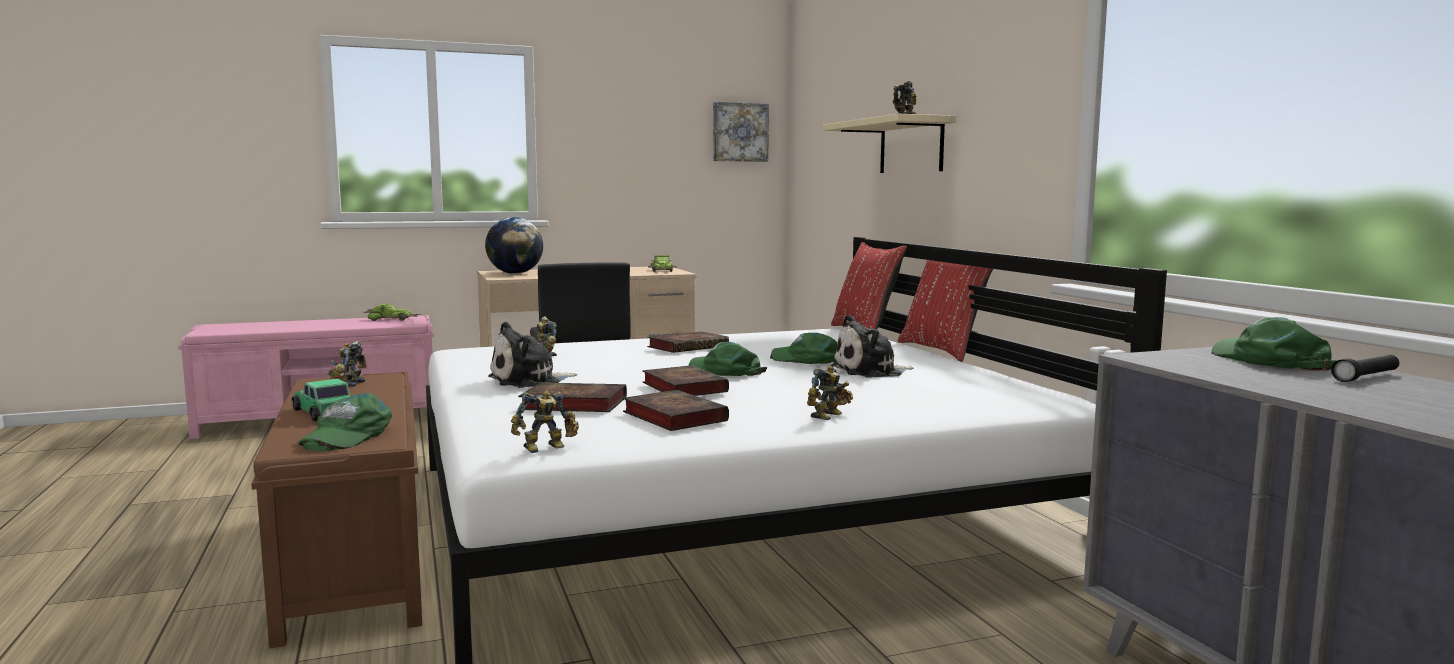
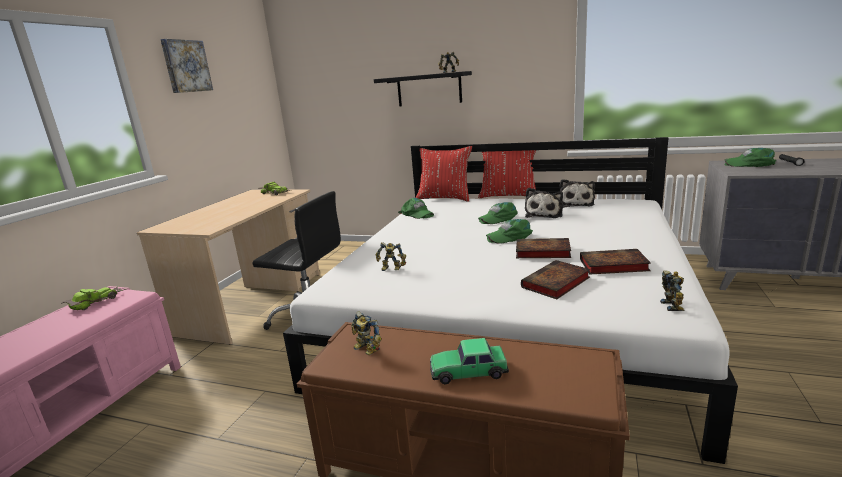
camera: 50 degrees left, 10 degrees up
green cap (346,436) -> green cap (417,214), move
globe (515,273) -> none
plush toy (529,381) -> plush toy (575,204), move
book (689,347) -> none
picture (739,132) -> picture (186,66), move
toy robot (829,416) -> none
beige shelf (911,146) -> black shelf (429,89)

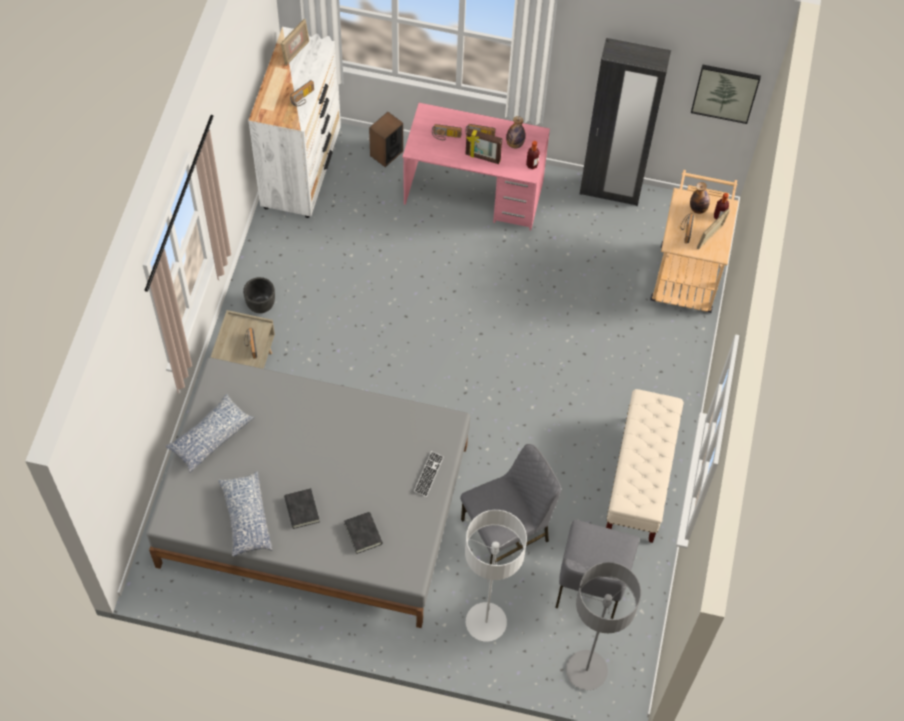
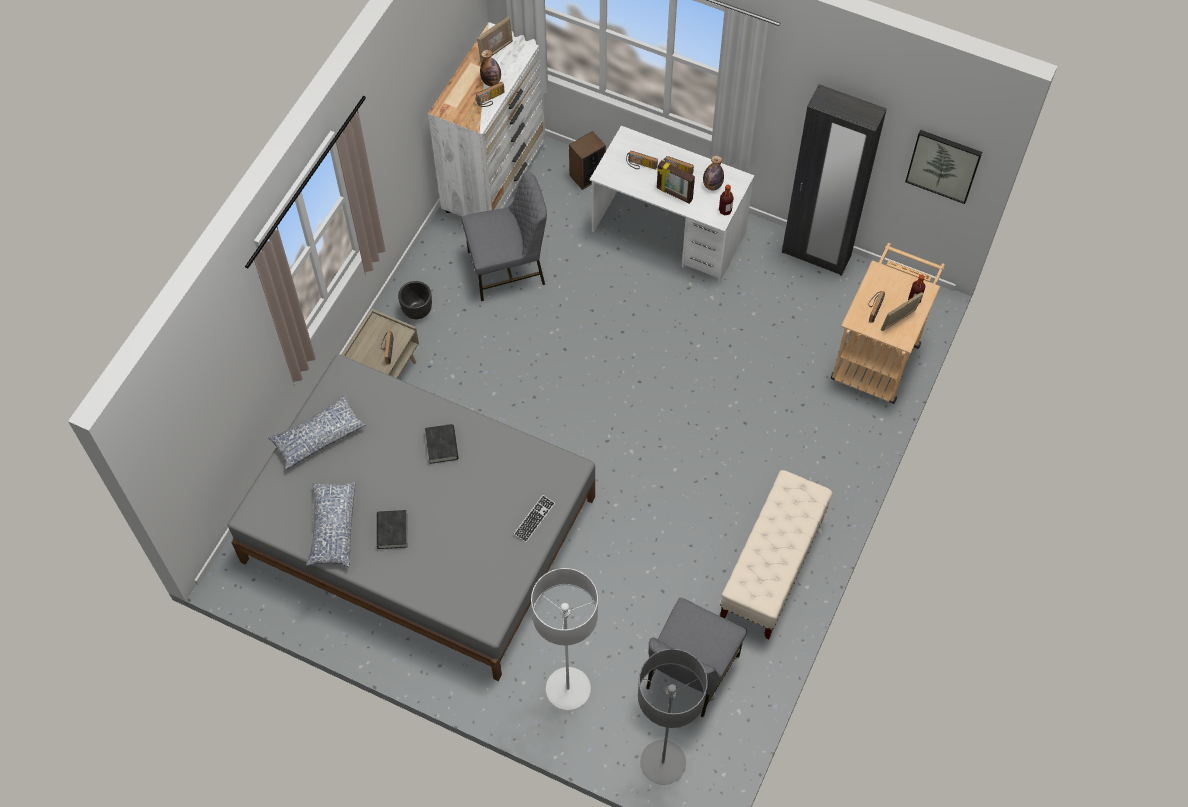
camera: 15 degrees right, 0 degrees up
black book (363,534) -> black book (442,445), move
pink desk (473,193) -> white desk (668,233)
grey chair (507,531) -> grey chair (508,269), move
bottle (698,208) -> bottle (491,81), move

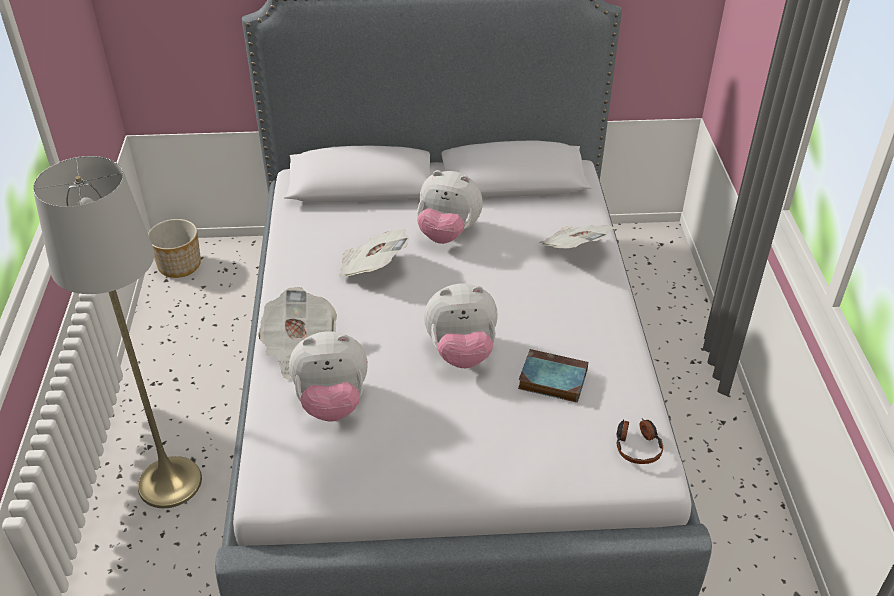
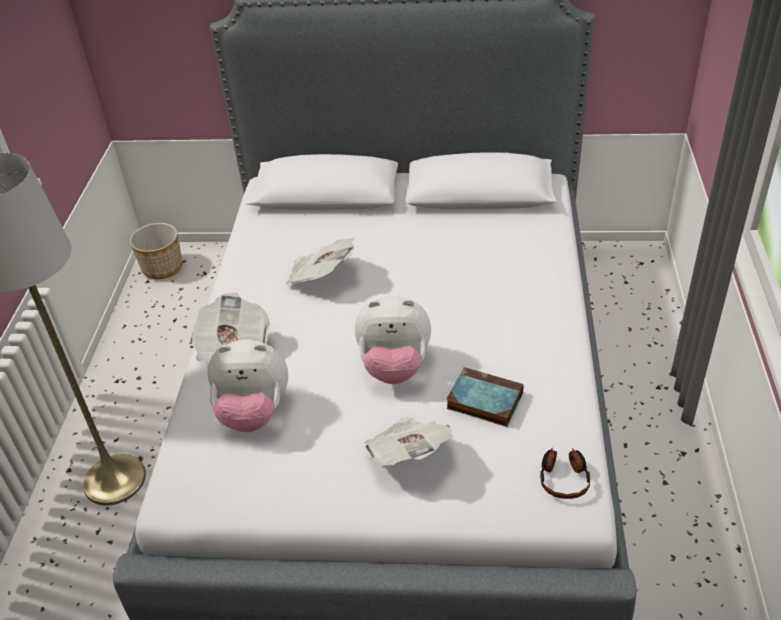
camera: 10 degrees right, 0 degrees up
plush toy (448,234) -> none
newspaper (574,250) -> newspaper (408,455), move

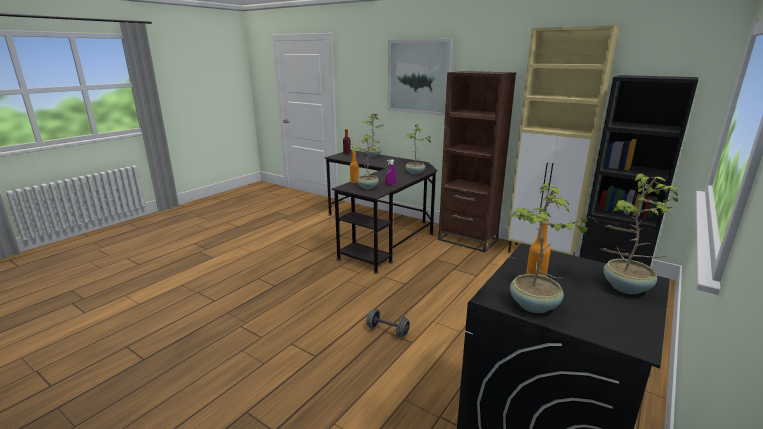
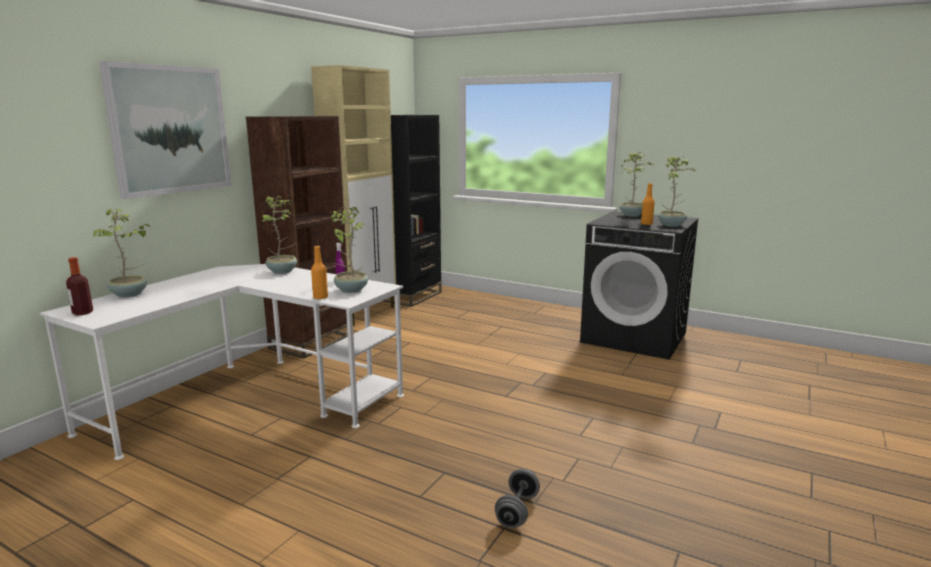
camera: 95 degrees left, 5 degrees down
black desk (381,231) -> white desk (249,398)
grey dumbbell (387,331) -> grey dumbbell (517,511), move

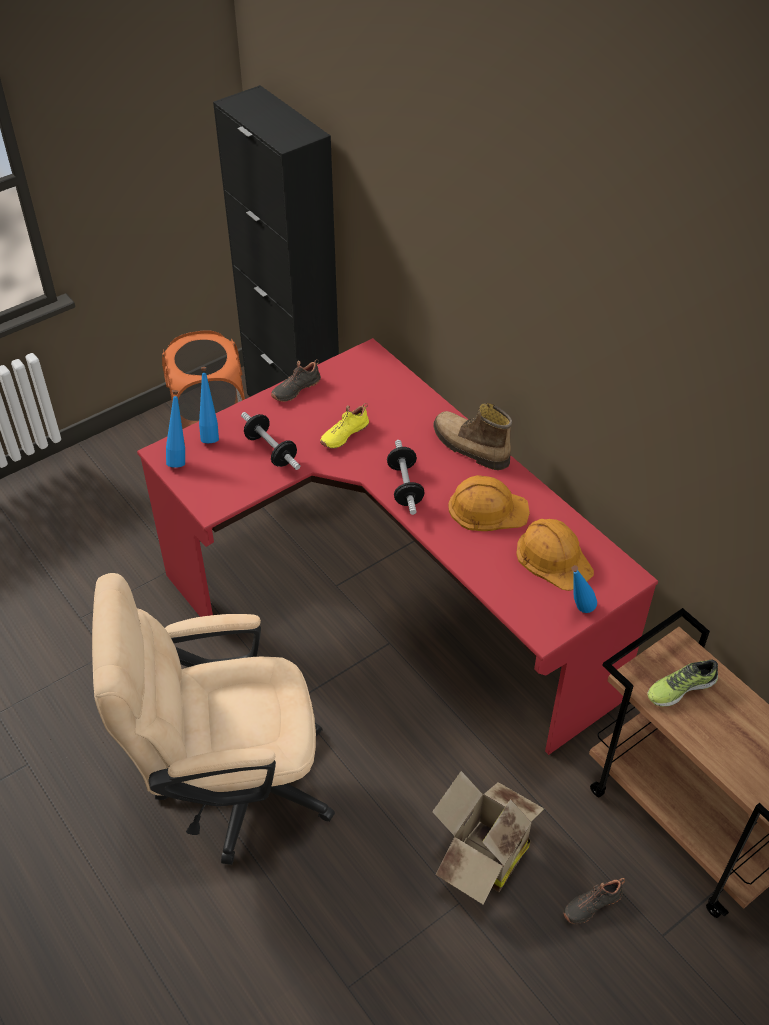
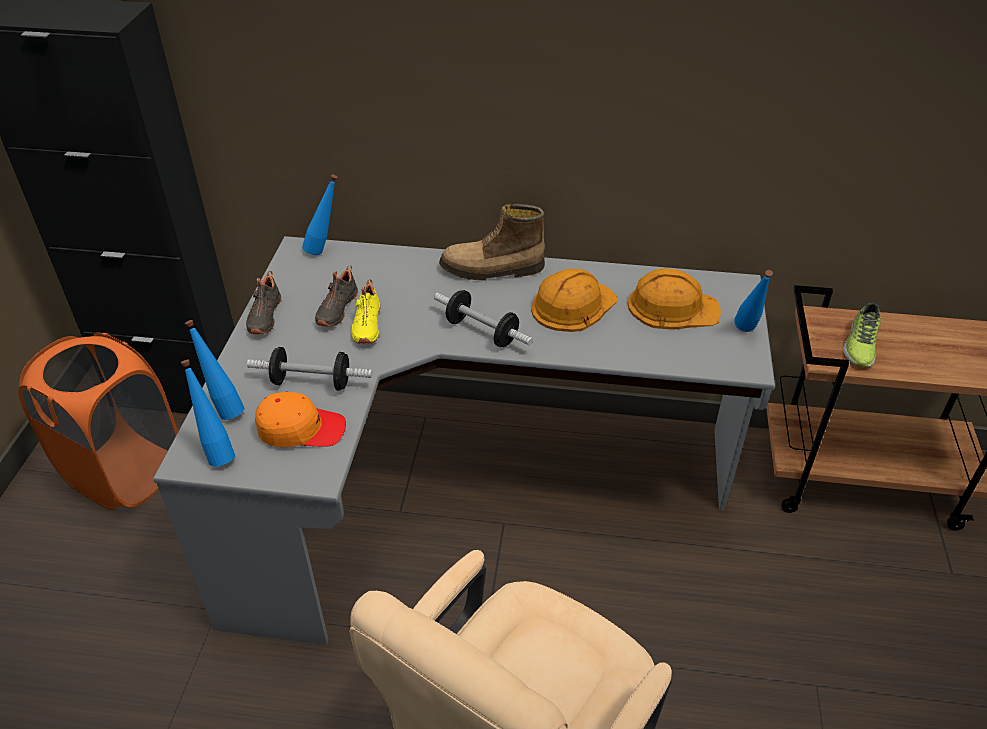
camera: 45 degrees left, 5 degrees down
red desk (393,599) -> grey desk (462,485)
cardboard box (482,856) -> none
black shoe (591,903) -> black shoe (336,309), move
none -> orange cap (301,429)
none -> blue bottle (325,250)

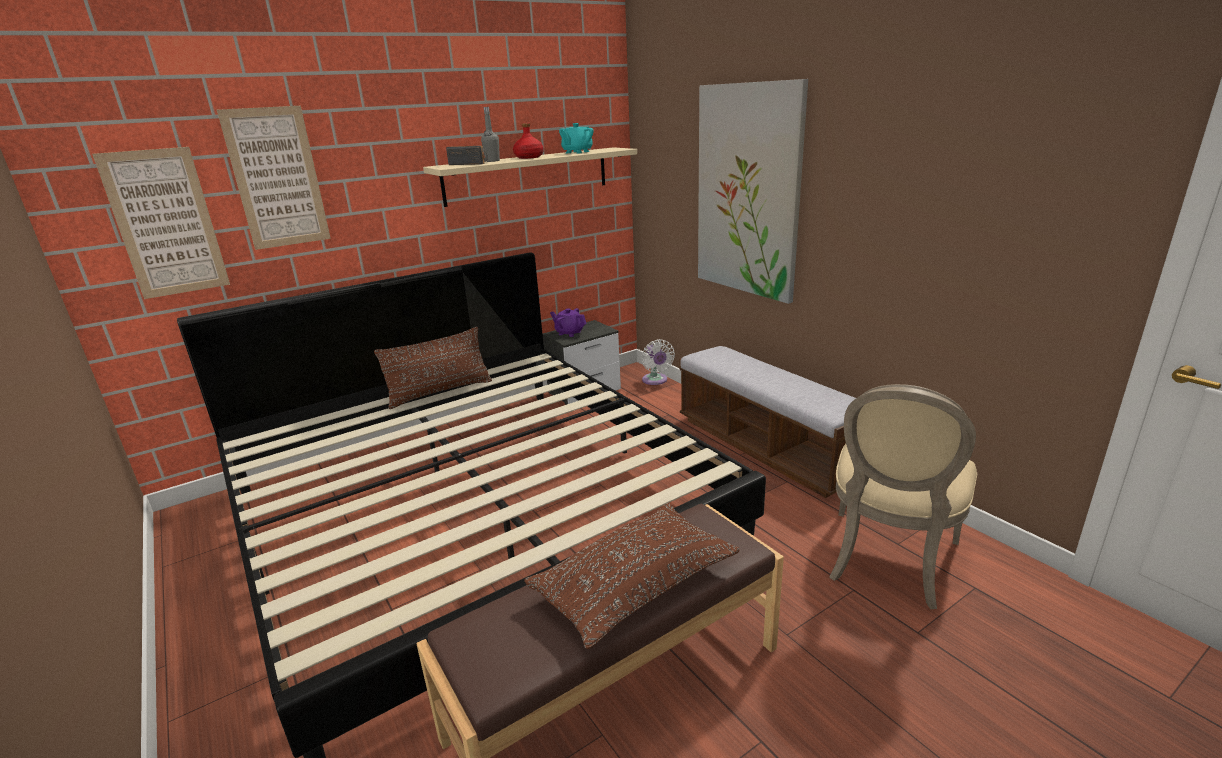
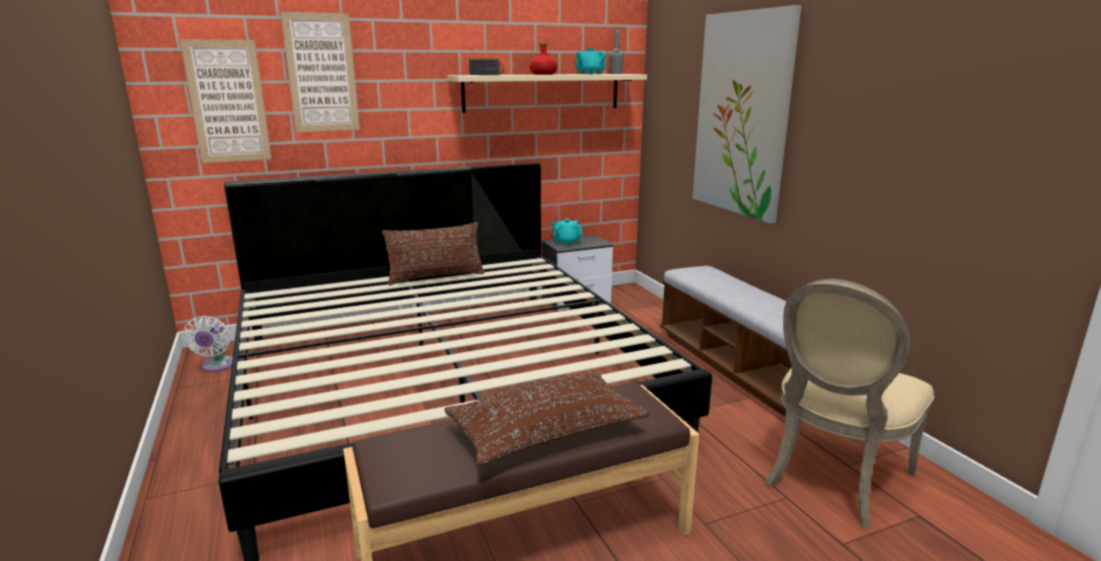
camera: 10 degrees right, 5 degrees down
grey bottle (492,161) -> grey bottle (616,73), move
purple teapot (569,333) -> turquoise teapot (566,242)
white fan (655,381) -> white fan (217,366), move

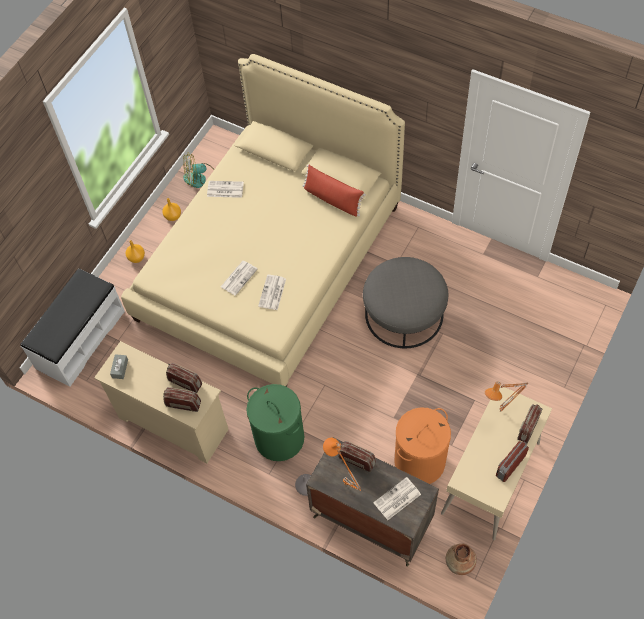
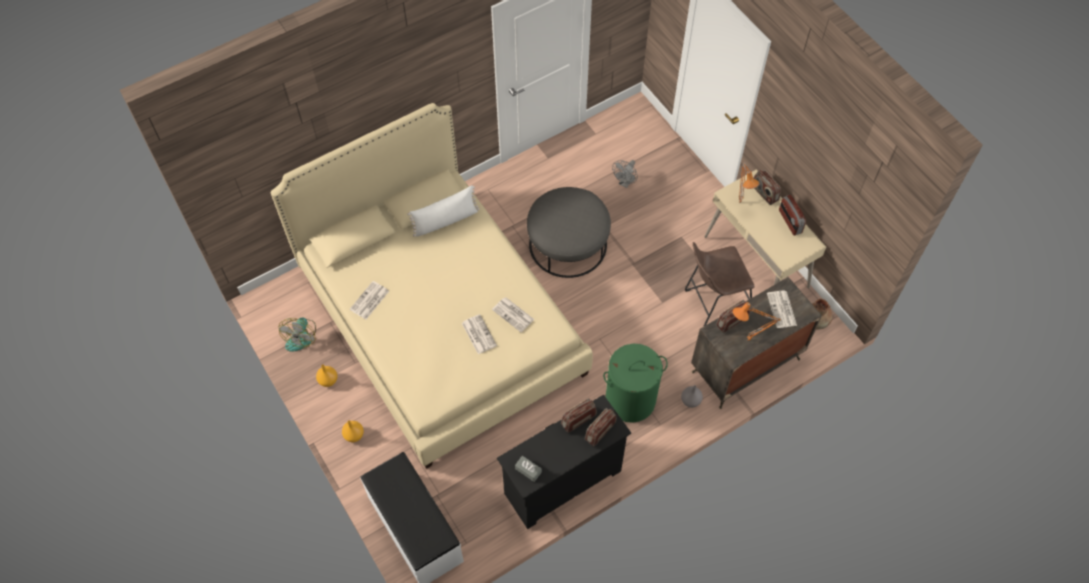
camera: 65 degrees left, 0 degrees up
beige dresser (173,423) -> black dresser (562,482)
red pillow (332,199) -> white pillow (445,220)
orange laundry basket (419,461) -> brown stool (713,304)
none -> grey fan (625,183)

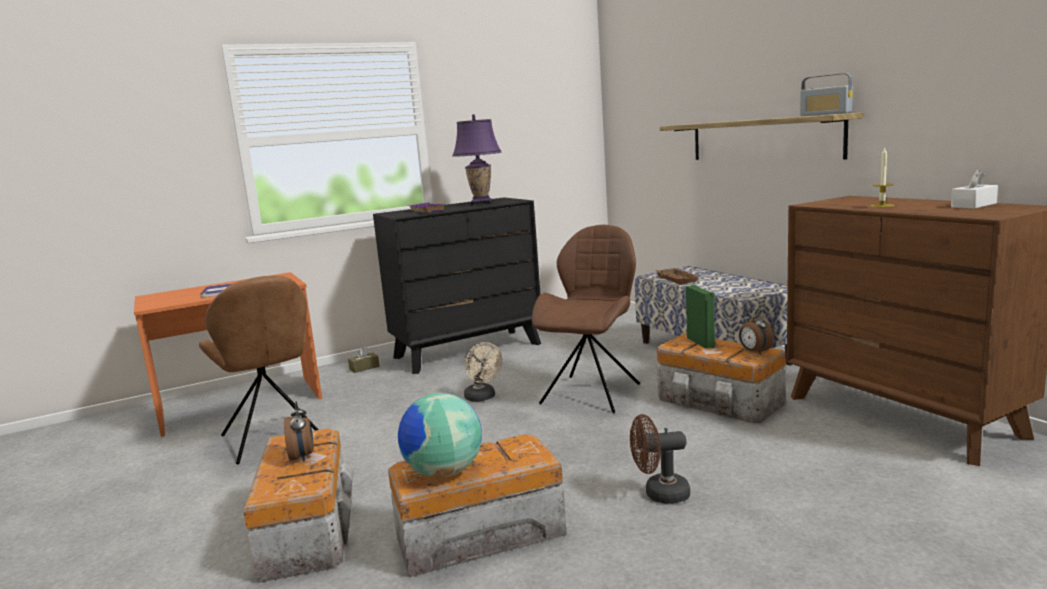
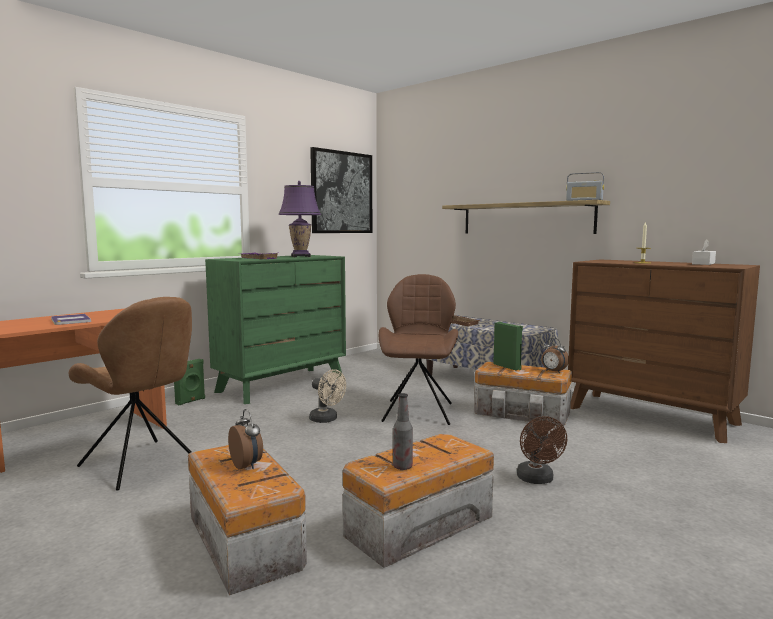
camera: 20 degrees left, 5 degrees down
brown tissue box (364,368) -> green speaker (191,401)
black dresser (468,350) -> green dresser (281,385)
globe (443,472) -> bottle (402,467)
brown fan (660,494) -> brown fan (537,480), 75 degrees counterclockwise
none -> picture (341,192)

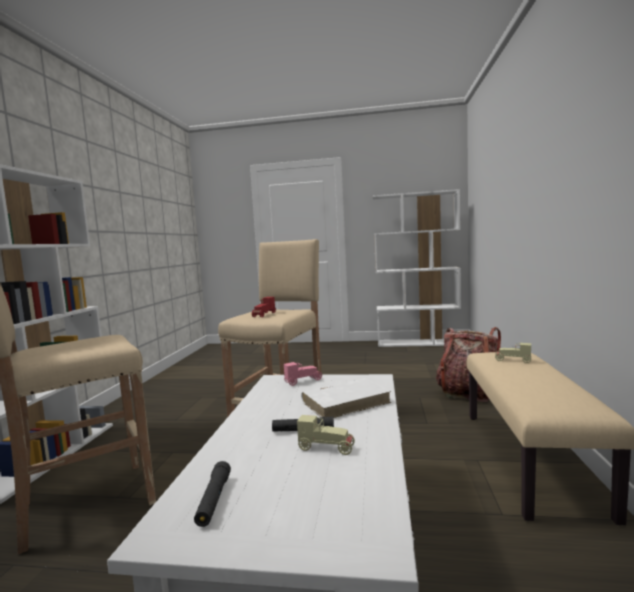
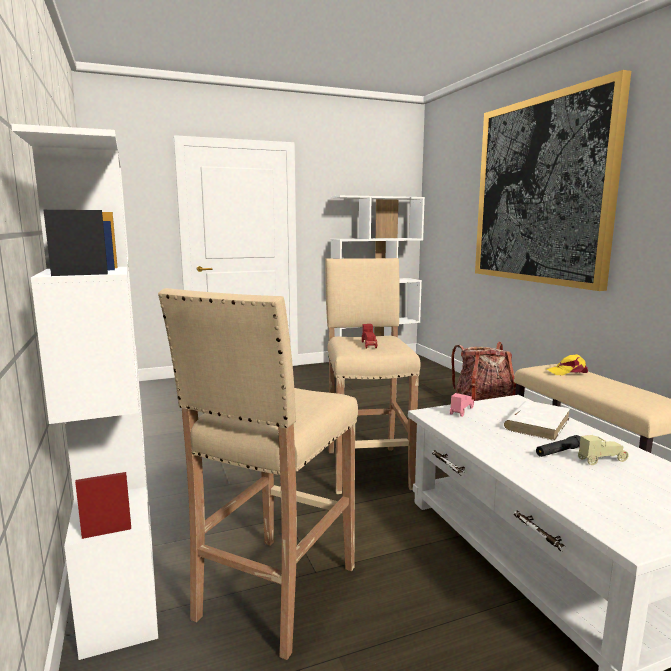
camera: 30 degrees left, 5 degrees up
black flashlight (214,500) -> none
beige toy car (512,360) -> yellow cap (567,372)
none -> picture (541,191)

